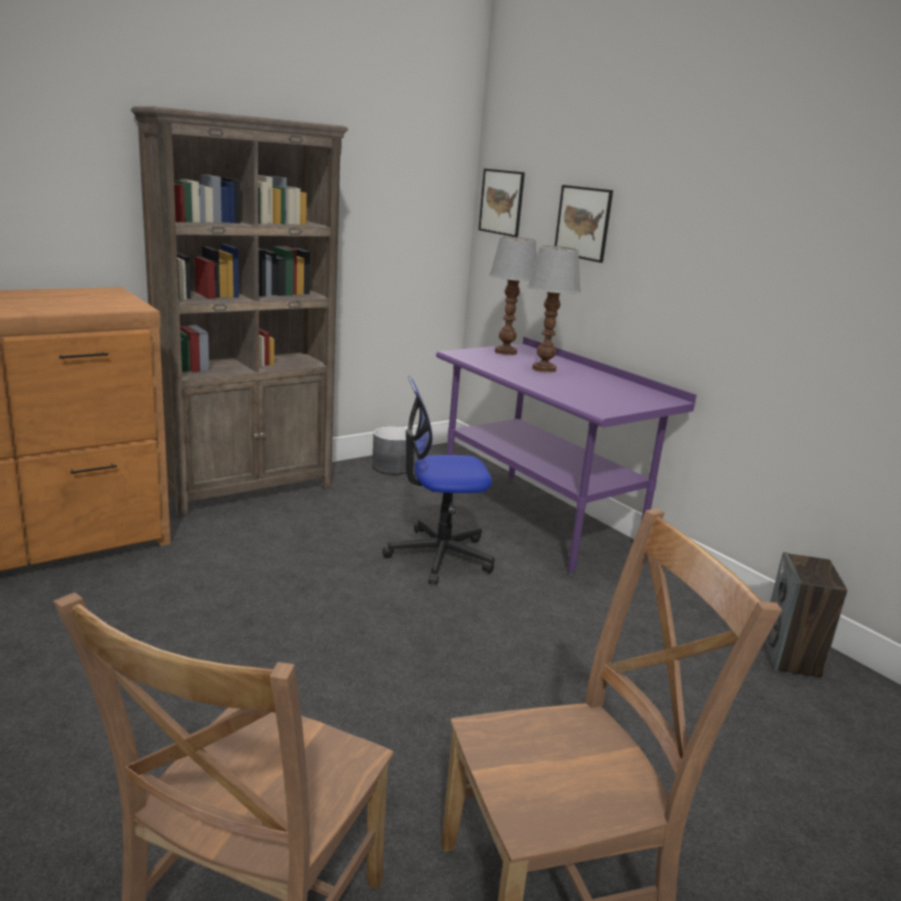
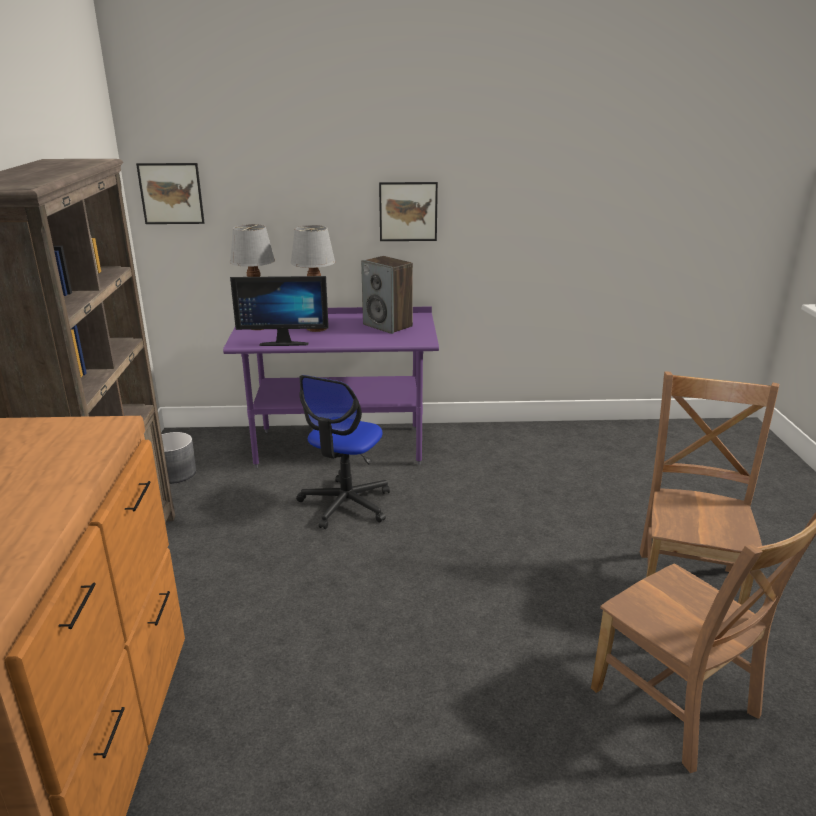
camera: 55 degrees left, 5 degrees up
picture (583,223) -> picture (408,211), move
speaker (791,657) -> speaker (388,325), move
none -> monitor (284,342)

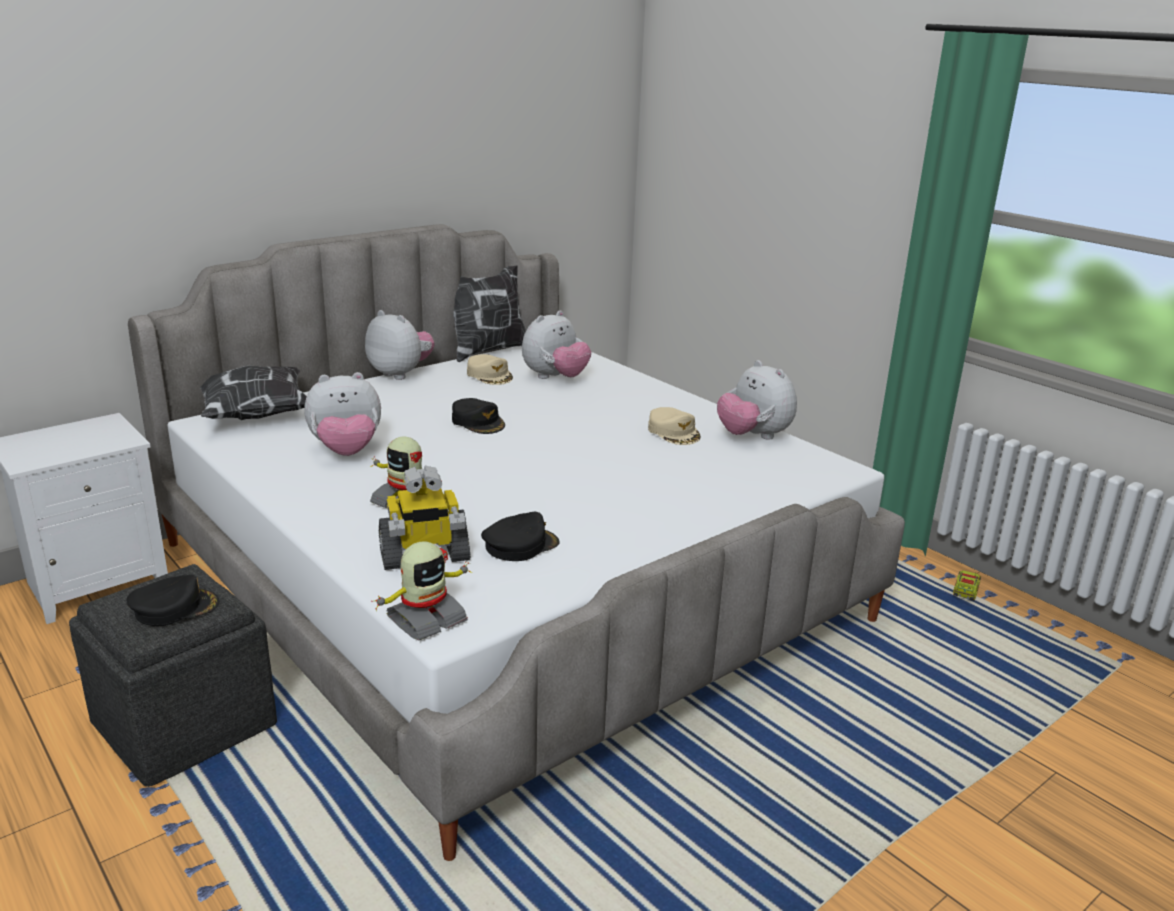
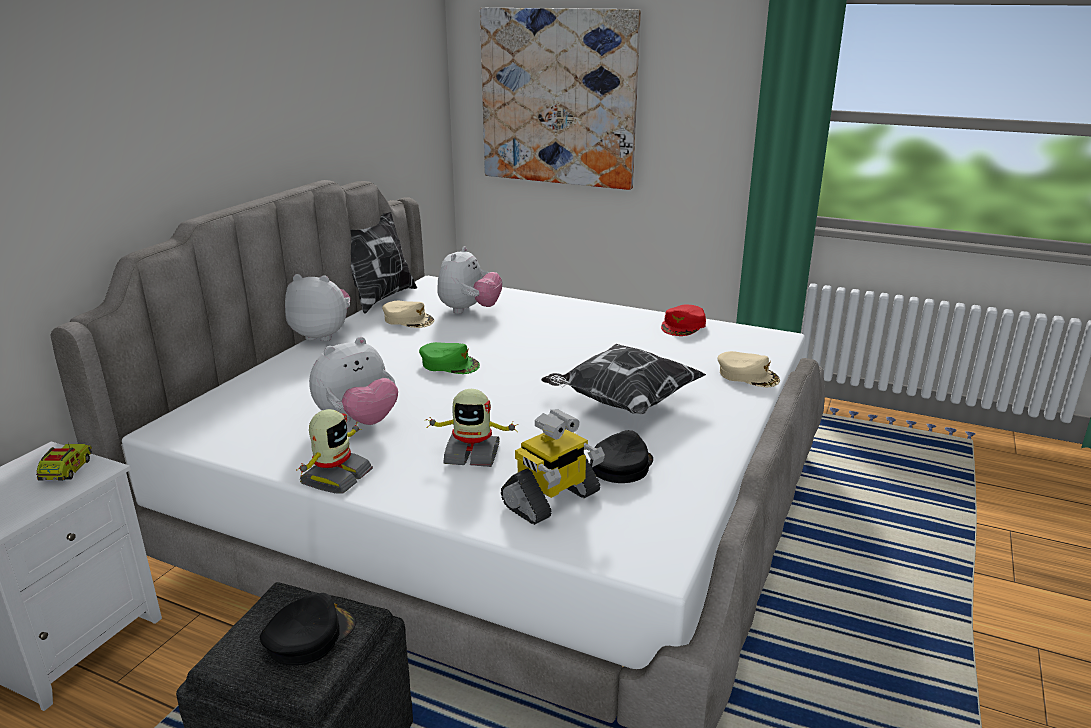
camera: 25 degrees left, 0 degrees up
pillow (252,415) -> pillow (622,402), move
toy robot (425,619) -> toy robot (335,477), move
black cap (478,422) -> green cap (449,364)
beige cap (674,432) -> beige cap (747,375), move
plush toy (753,436) -> red cap (683,326)
toy truck (965,591) -> toy truck (66,470), move
none -> picture (558,98)

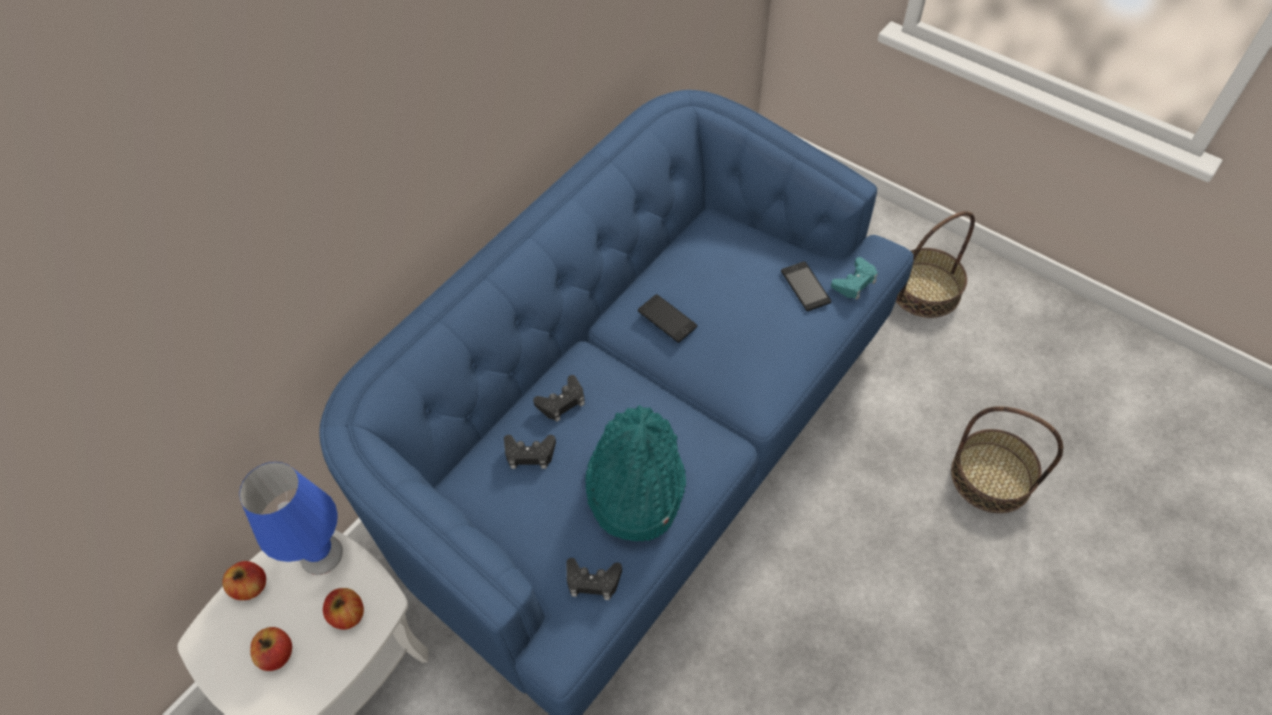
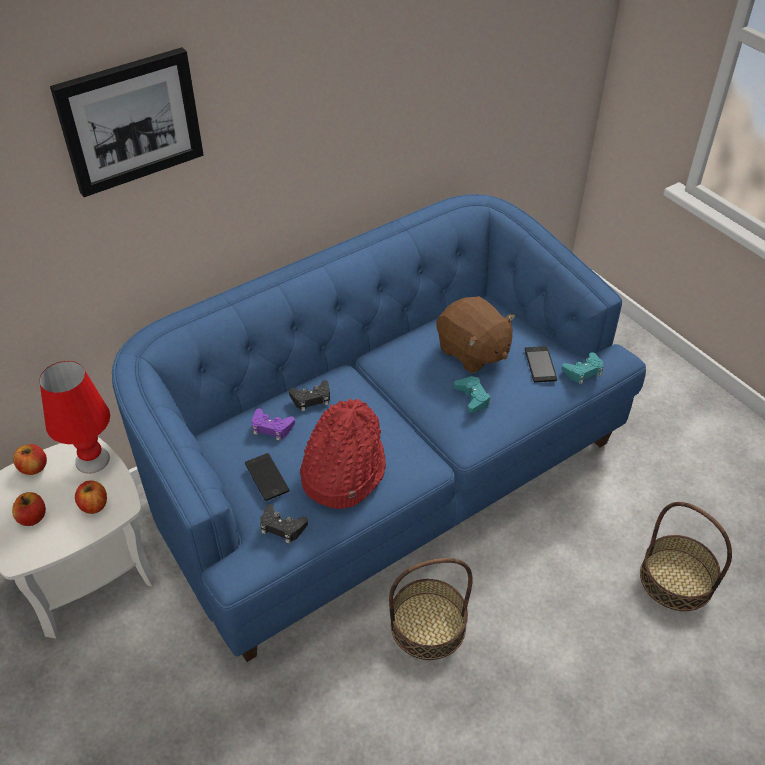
camera: 15 degrees right, 10 degrees down
blue table lamp (321,554) -> red table lamp (92,460)
black game controller (529,454) -> purple game controller (271,427)
turquoise hat (634,487) -> red hat (342,470)
phone (667,319) -> phone (266,477), move
basket (925,290) -> basket (428,625), move
none -> picture (130,121)
none -> brown plush toy (472,352)
none -> turquoise game controller (472,397)

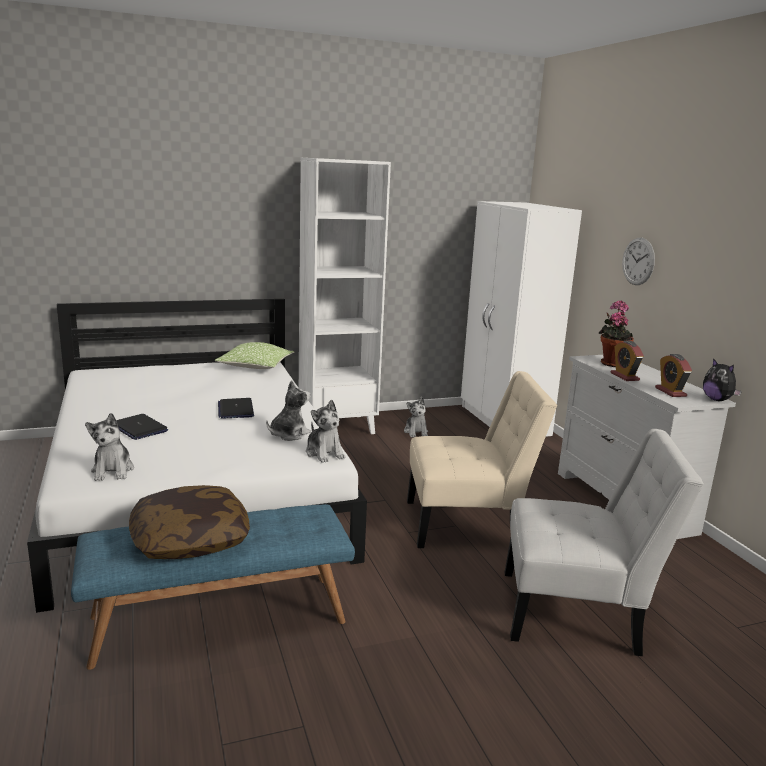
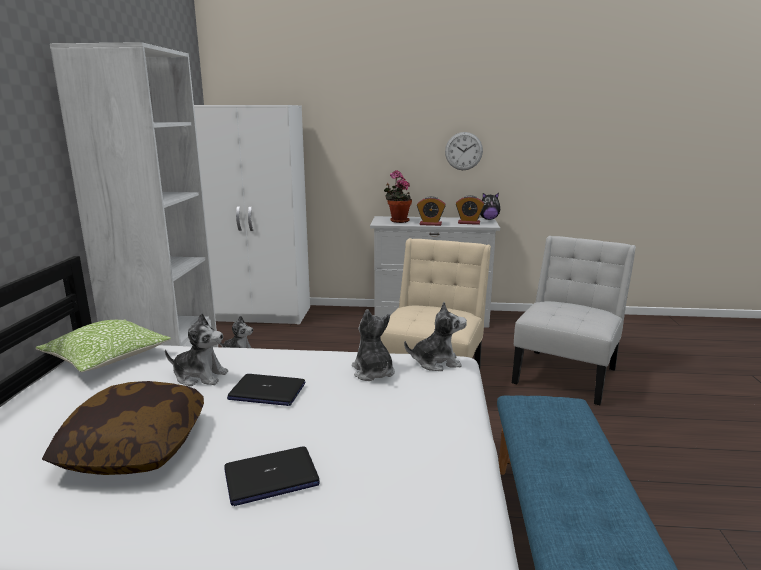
camera: 65 degrees left, 0 degrees up
plush toy (113,470) -> plush toy (200,376), move
pillow (190,540) -> pillow (134,447), move
wall clock (638,261) -> wall clock (463,151), move

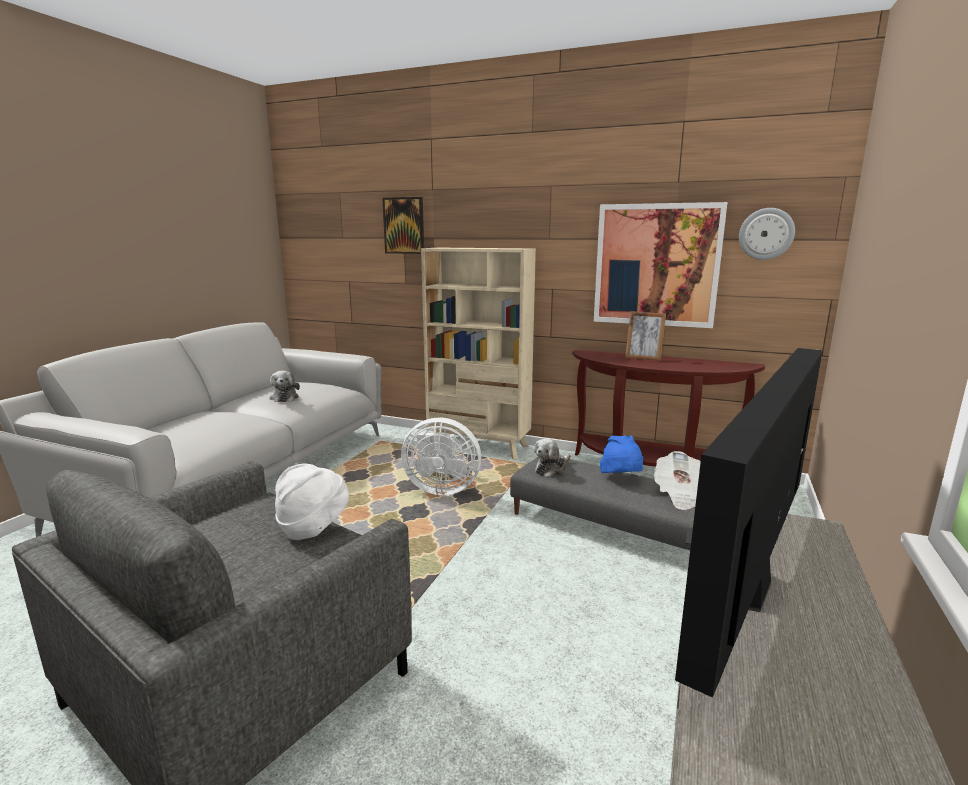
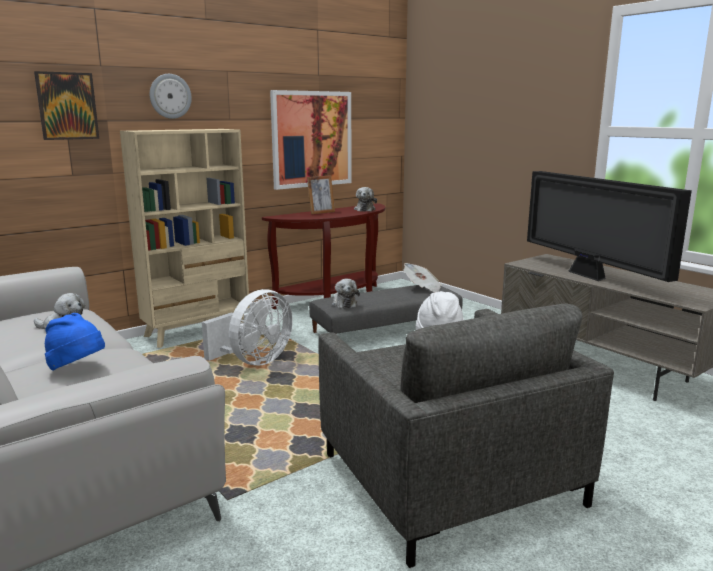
camera: 60 degrees left, 0 degrees up
blue hat (621,479) -> blue hat (78,368), move
wall clock (766,234) -> wall clock (170,96), move
none -> plush toy (365,209)

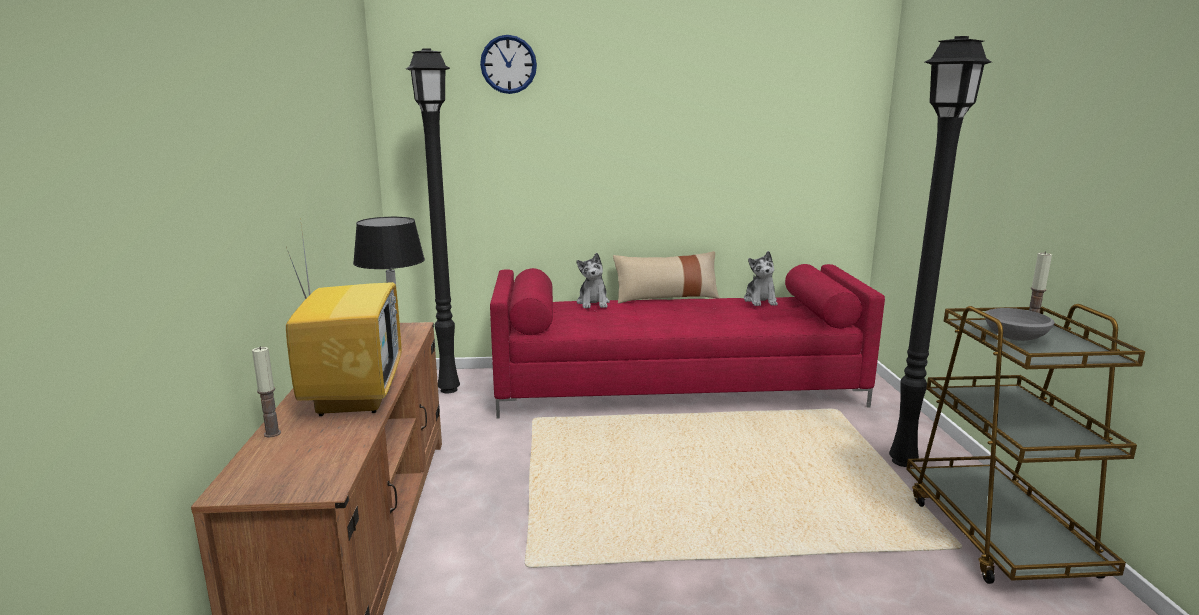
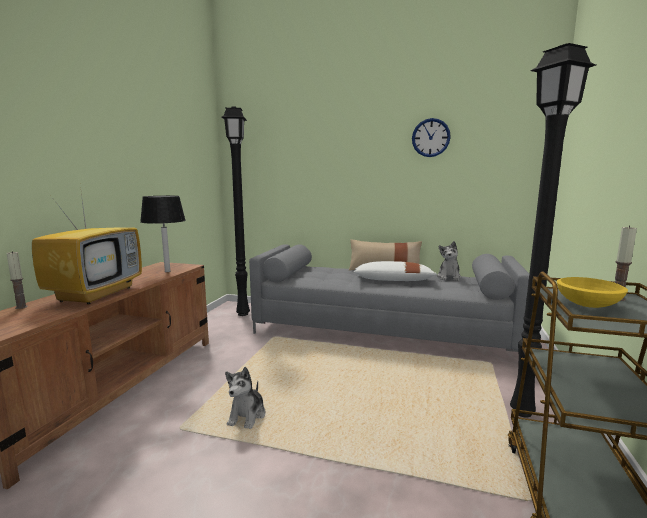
camera: 20 degrees right, 5 degrees down
wall clock (508,64) -> wall clock (430,137), move
red sofa (677,387) -> grey sofa (381,331)
plush toy (593,303) -> plush toy (247,416), move
grey bowl (1014,337) -> yellow bowl (587,305)
none -> white pillow (393,280)

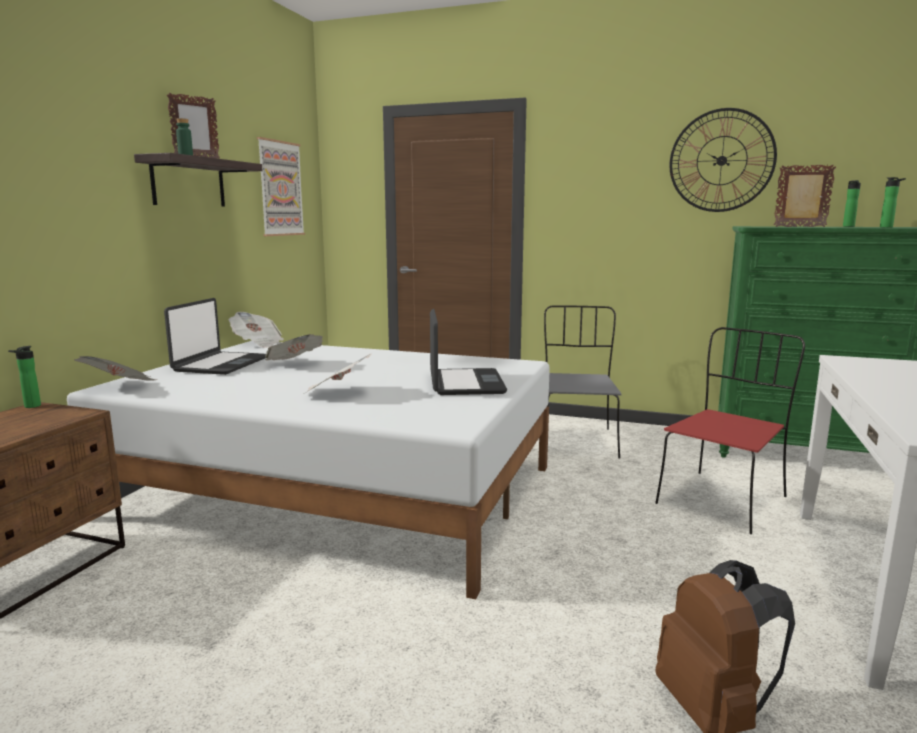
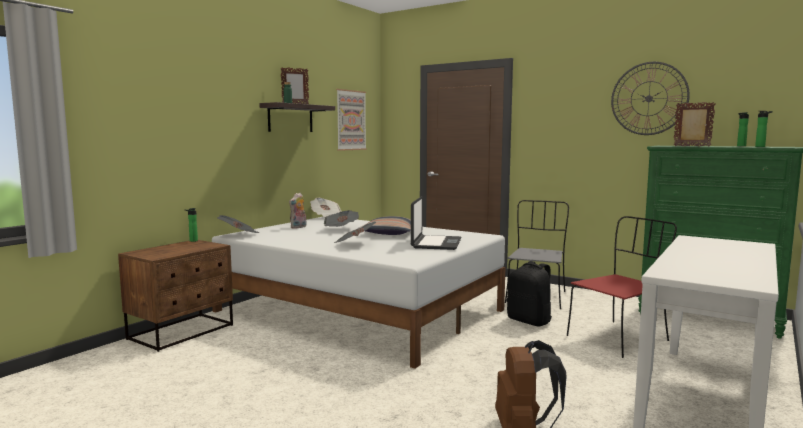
camera: 15 degrees right, 5 degrees down
laptop (220,364) -> plush toy (298,227)
none -> pillow (389,233)
none -> black backpack (530,321)

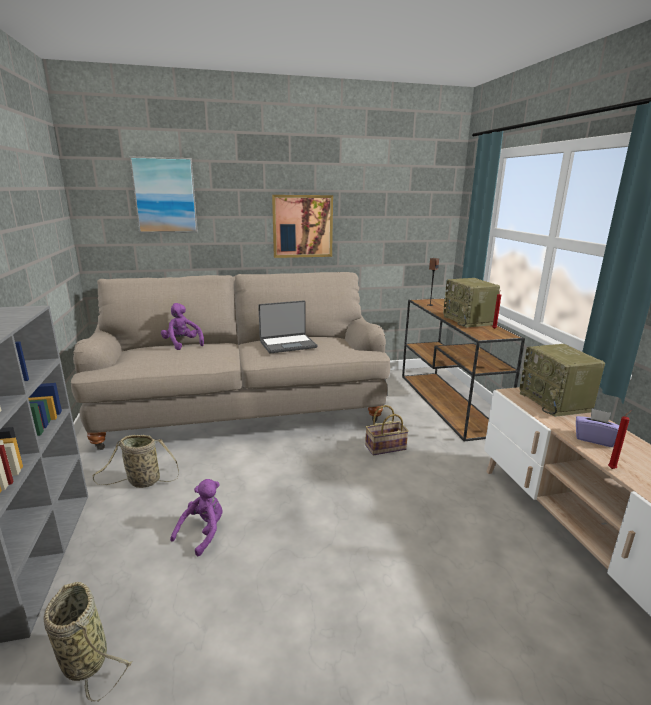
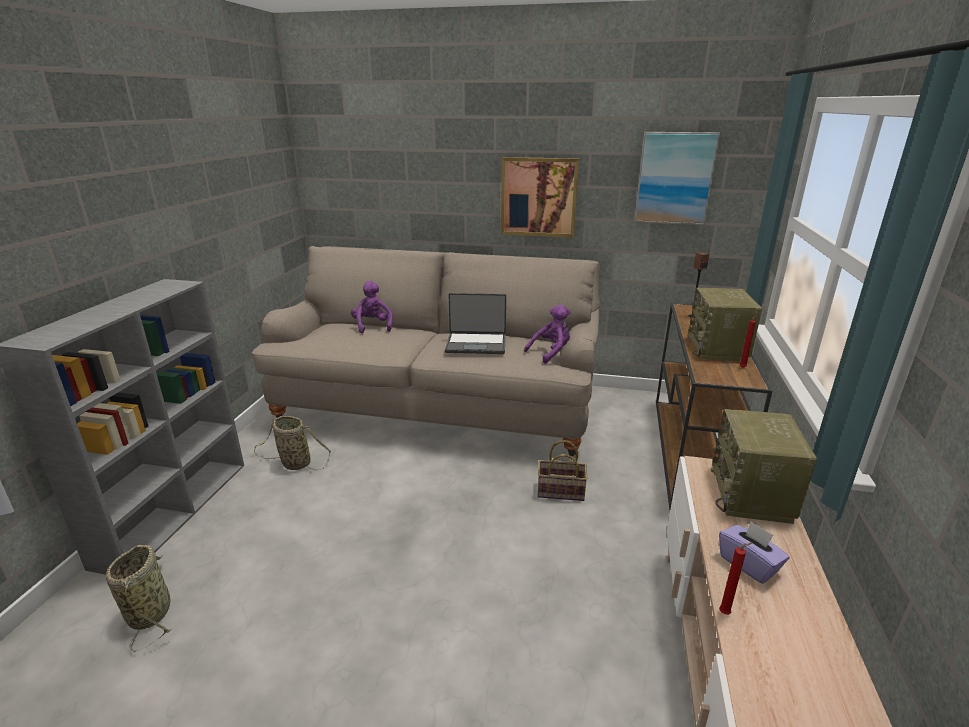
camera: 25 degrees right, 5 degrees up
picture (165,195) -> picture (674,178), move
purple plush toy (203,532) -> purple plush toy (551,352), move

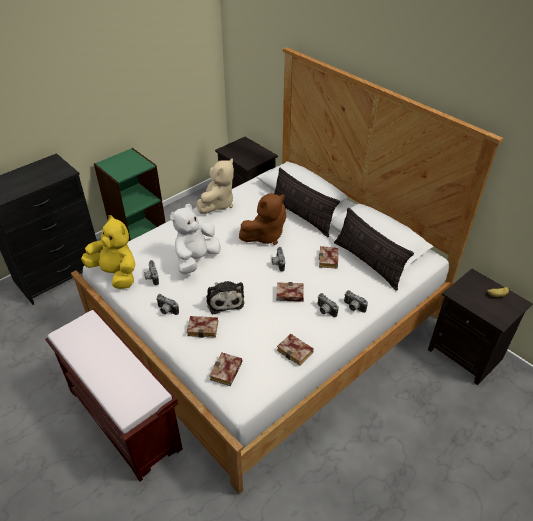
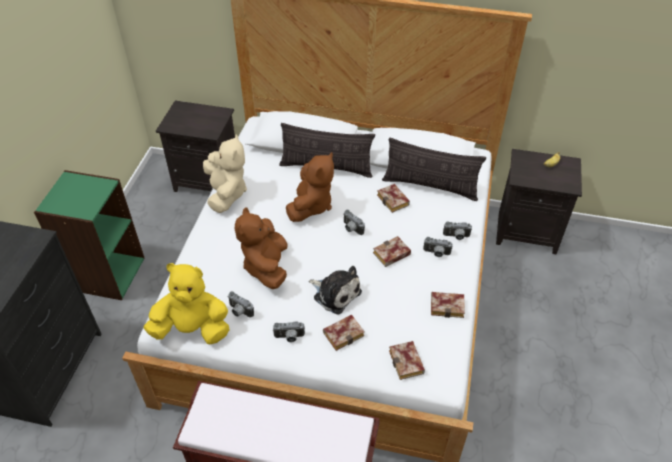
camera: 35 degrees left, 5 degrees up
white plush toy (196,260) -> brown plush toy (266,266)

